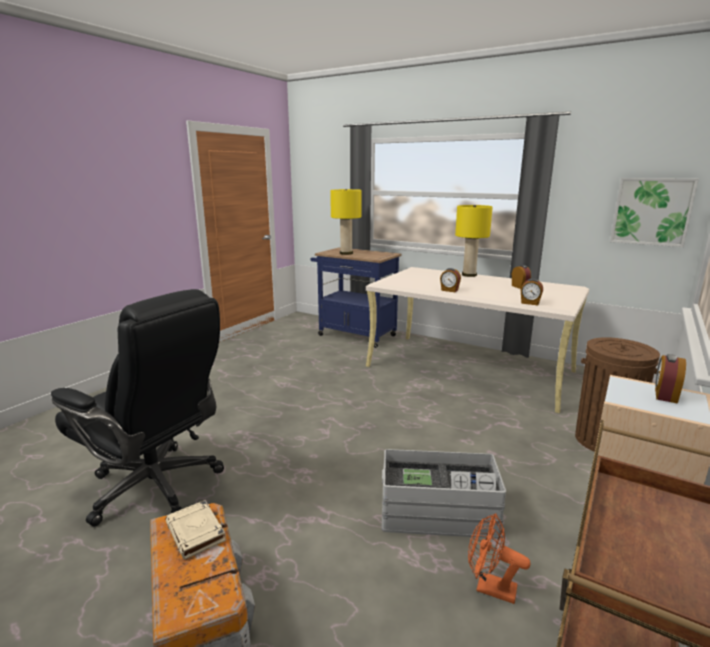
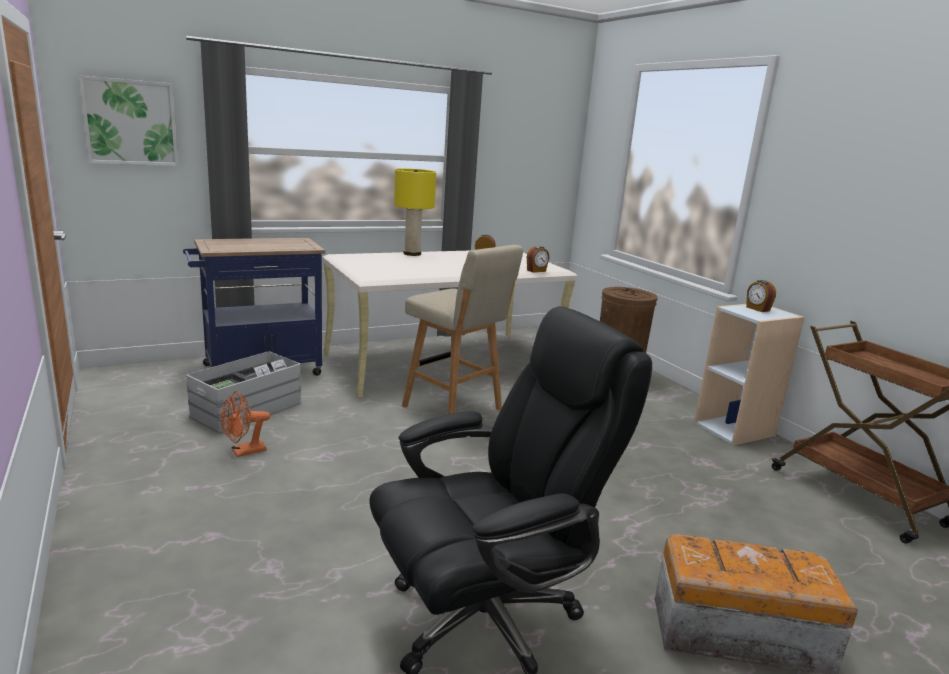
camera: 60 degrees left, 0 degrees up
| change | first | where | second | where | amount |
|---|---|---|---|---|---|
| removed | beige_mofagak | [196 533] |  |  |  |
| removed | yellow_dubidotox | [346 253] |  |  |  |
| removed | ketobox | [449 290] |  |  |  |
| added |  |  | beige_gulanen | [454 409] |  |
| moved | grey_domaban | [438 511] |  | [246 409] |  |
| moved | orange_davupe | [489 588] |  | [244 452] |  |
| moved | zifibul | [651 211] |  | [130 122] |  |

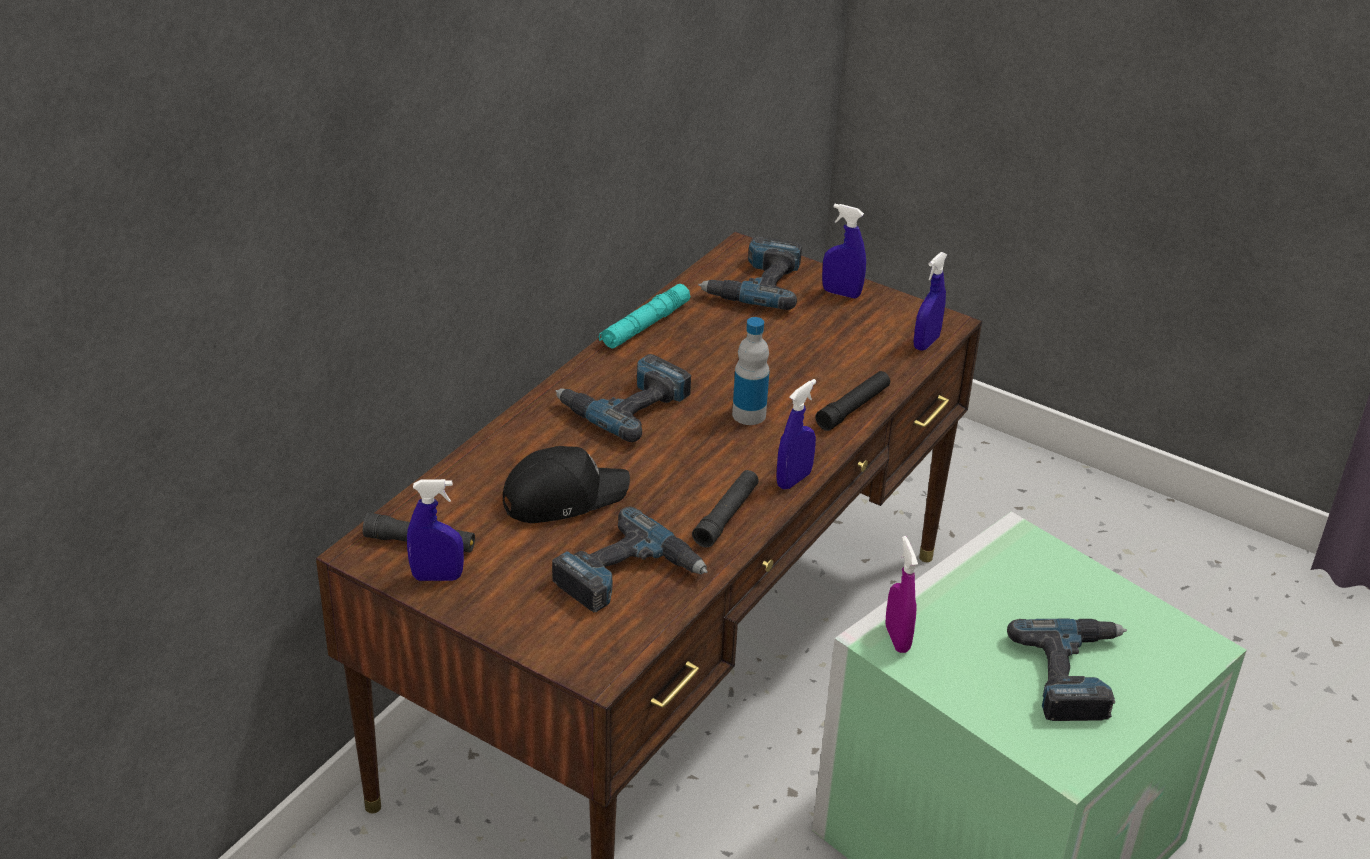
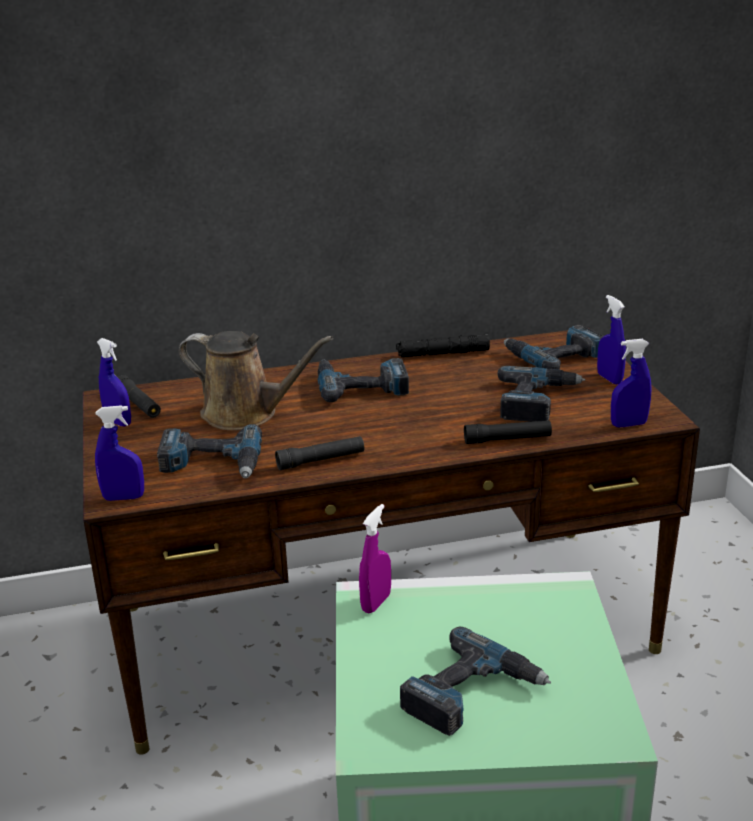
camera: 45 degrees right, 10 degrees down
| change | first | where | second | where | amount |
|---|---|---|---|---|---|
| removed | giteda | [749 414] |  |  |  |
| added |  |  | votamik | [537 401] |  |
| moved | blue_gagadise | [794 480] |  | [124 498] |  |
| replaced | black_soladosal | [563 497] | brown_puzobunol | [246 414] |  |
| recoloured | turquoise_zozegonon | [645 325] | black_zozegonon | [442 353] |  |

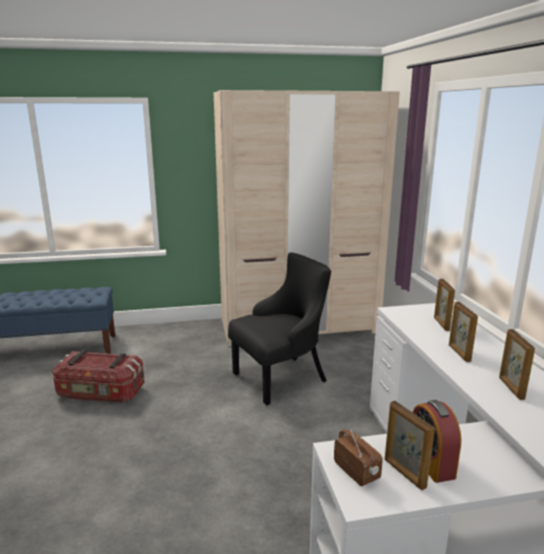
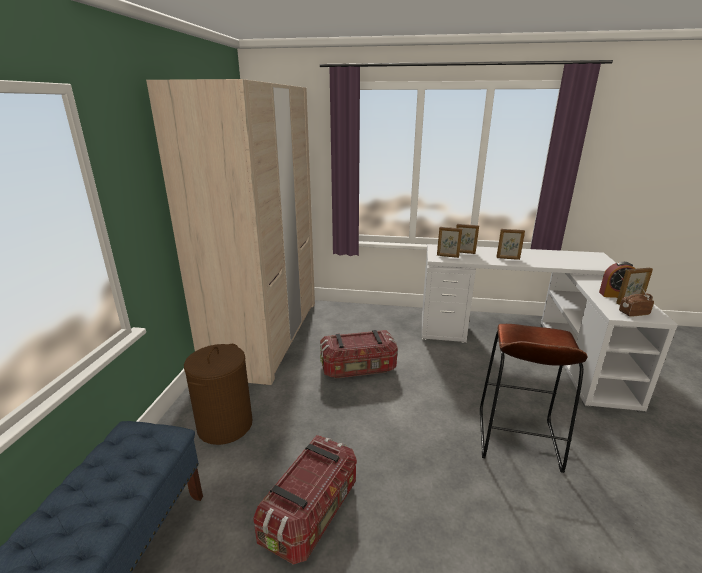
camera: 70 degrees left, 5 degrees up
| change | first | where | second | where | amount |
|---|---|---|---|---|---|
| added |  |  | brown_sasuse | [225 425] |  |
| added |  |  | brown_gulanen | [517 438] |  |
| moved | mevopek | [511 388] |  | [447 256] |  |
| replaced | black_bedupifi | [279 379] | domaban | [358 368] |  |

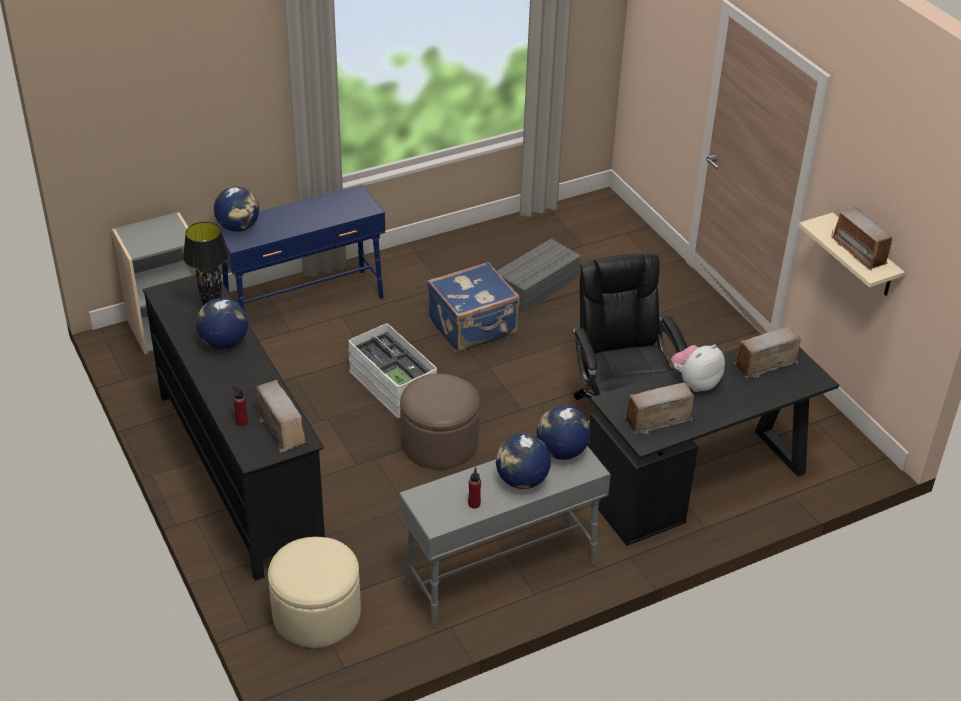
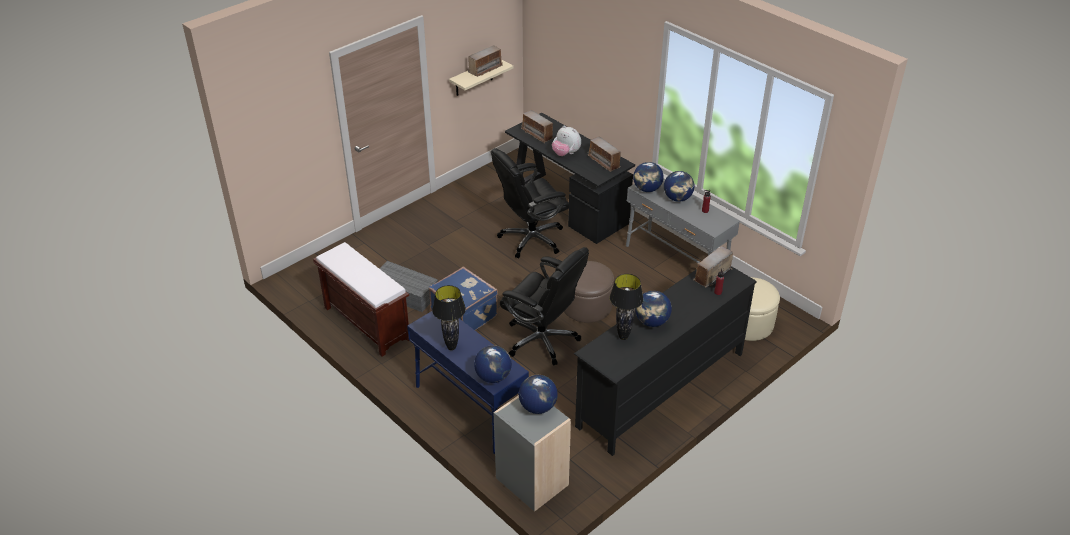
camera: 105 degrees left, 0 degrees up
| change | first | where | second | where | amount |
|---|---|---|---|---|---|
| added |  |  | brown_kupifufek | [366 323] |  |
| added |  |  | black_dubidotox | [452 347] |  |
| added |  |  | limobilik | [537 407] |  |
| replaced | white_domaban | [391 385] | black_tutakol | [542 339] |  |

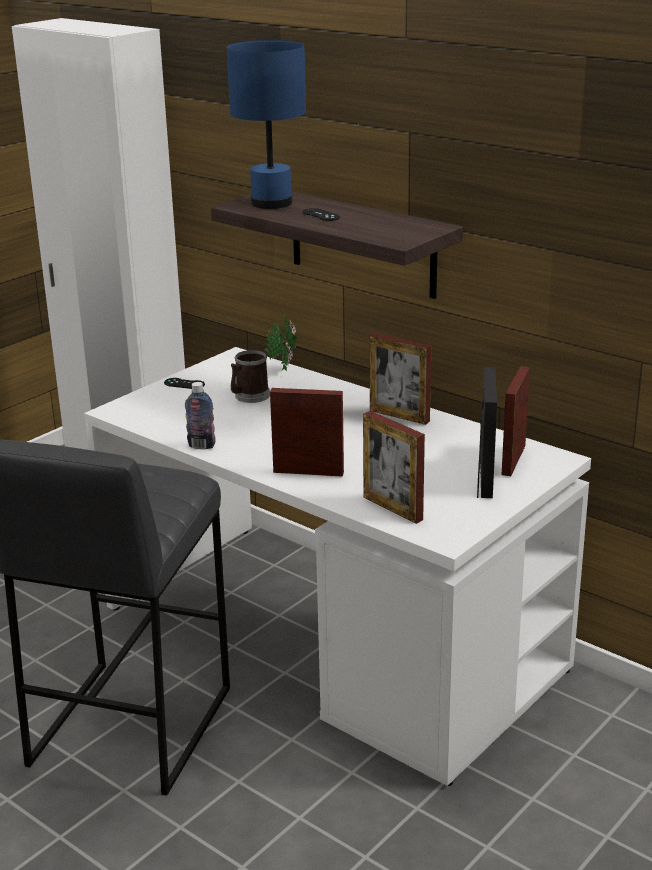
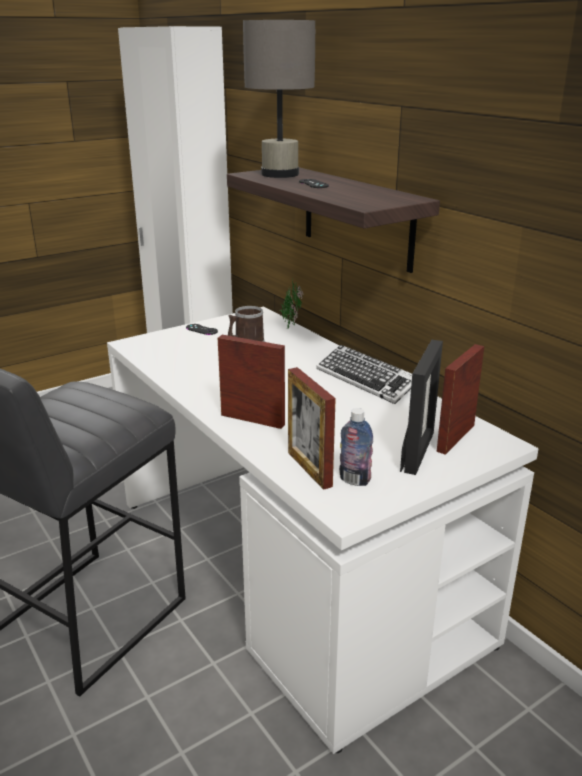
camera: 15 degrees right, 0 degrees up
| change | first | where | second | where | amount |
|---|---|---|---|---|---|
| moved | giteda | [201 446] |  | [354 480] |  |
| replaced | mevopek | [399 416] | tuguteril | [366 380] |  |
| recoloured | blue_dubidotox | [270 203] | grey_dubidotox | [279 174] |  |

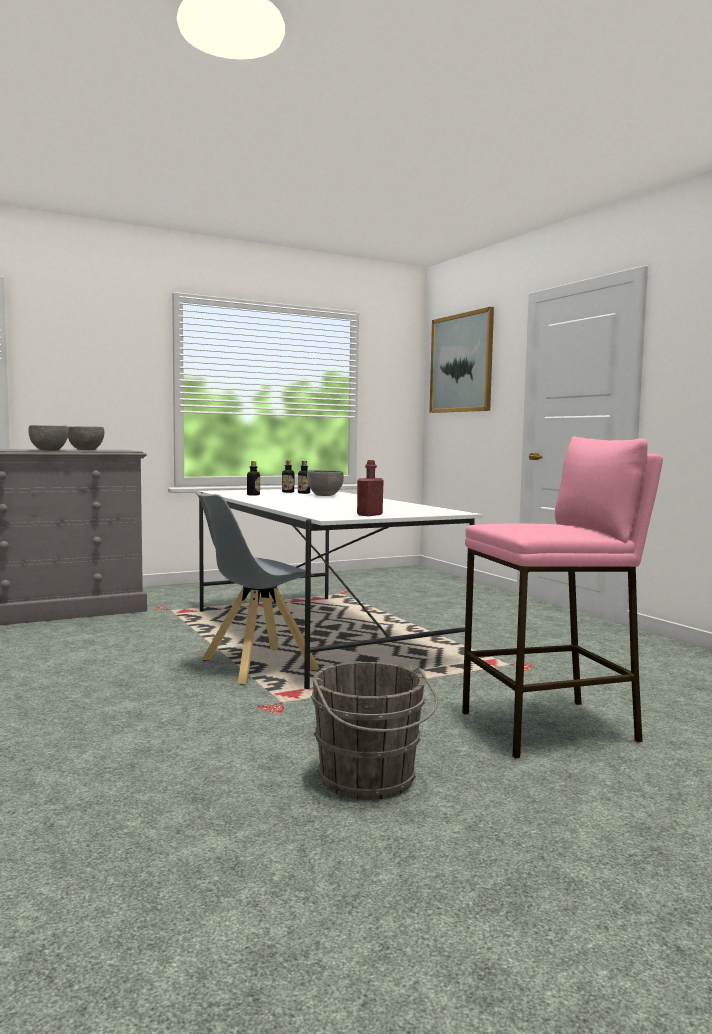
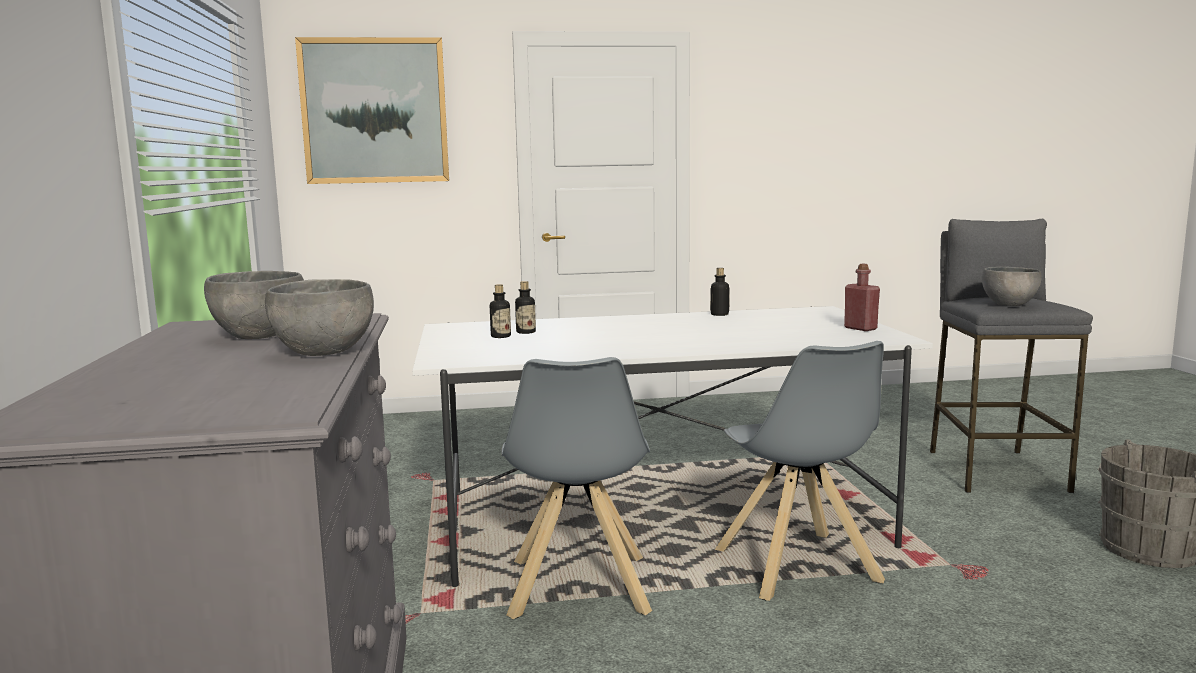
camera: 70 degrees left, 5 degrees up
| change | first | where | second | where | amount |
|---|---|---|---|---|---|
| added |  |  | grey_bedupifi | [578 588] |  |
| moved | giteda | [253 495] |  | [719 314] |  |
| moved | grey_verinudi | [324 495] |  | [1010 304] |  |
| recoloured | pink_gulanen | [550 728] | grey_gulanen | [996 470] |  |

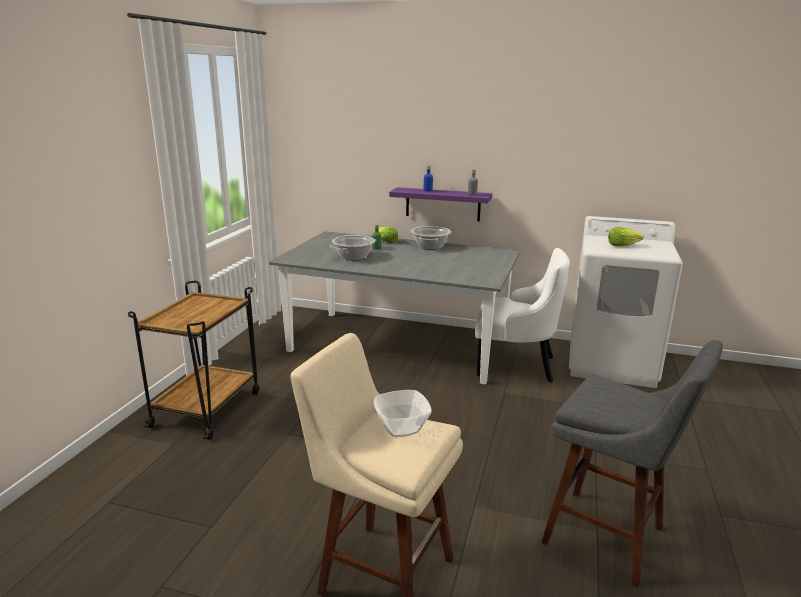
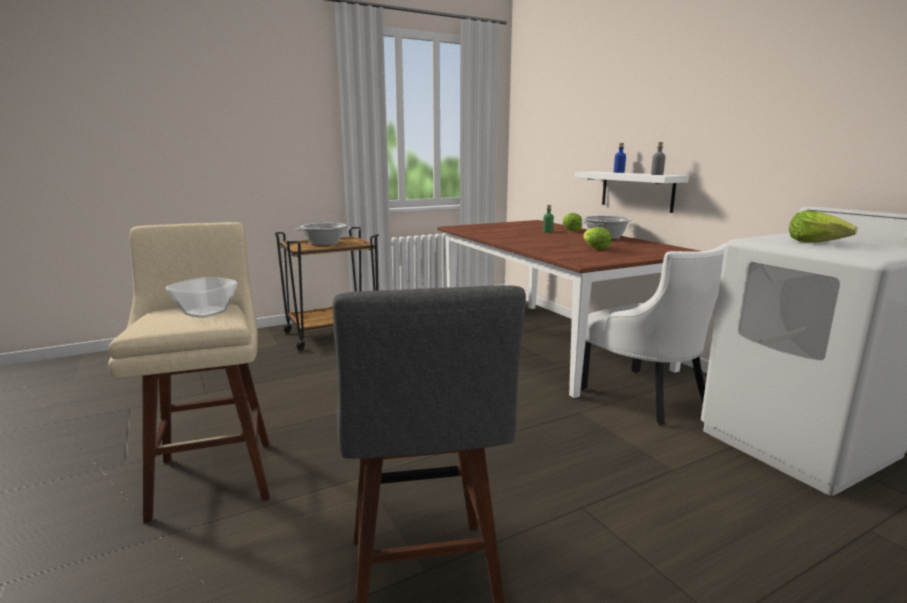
camera: 45 degrees right, 5 degrees down
| change | first | where | second | where | amount |
|---|---|---|---|---|---|
| added |  |  | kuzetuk | [594 248] |  |
| moved | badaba | [353 257] |  | [324 243] |  |
| recoloured | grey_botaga | [399 344] | brown_botaga | [549 342] |  |
| recoloured | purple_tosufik | [442 204] | white_tosufik | [637 191] |  |

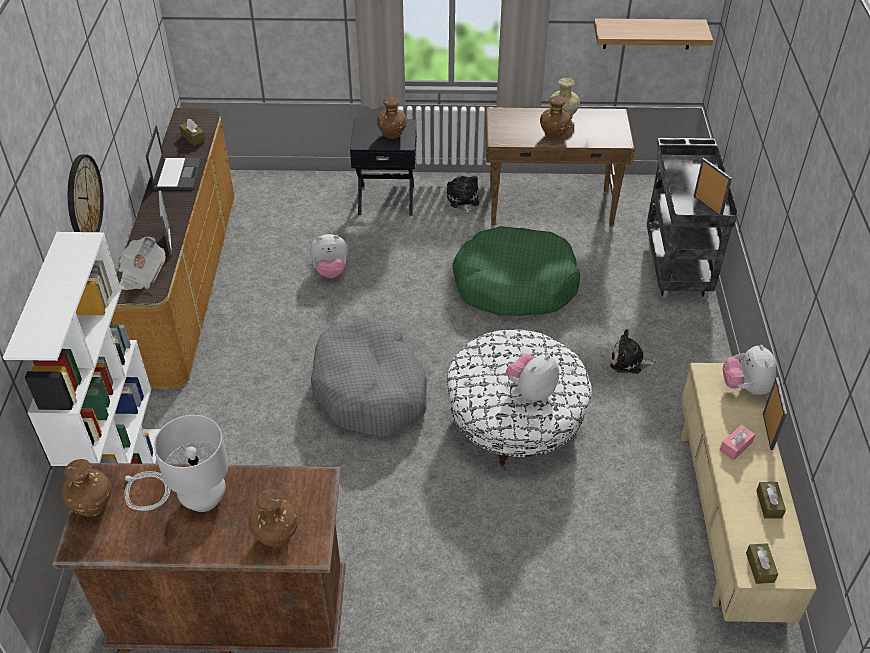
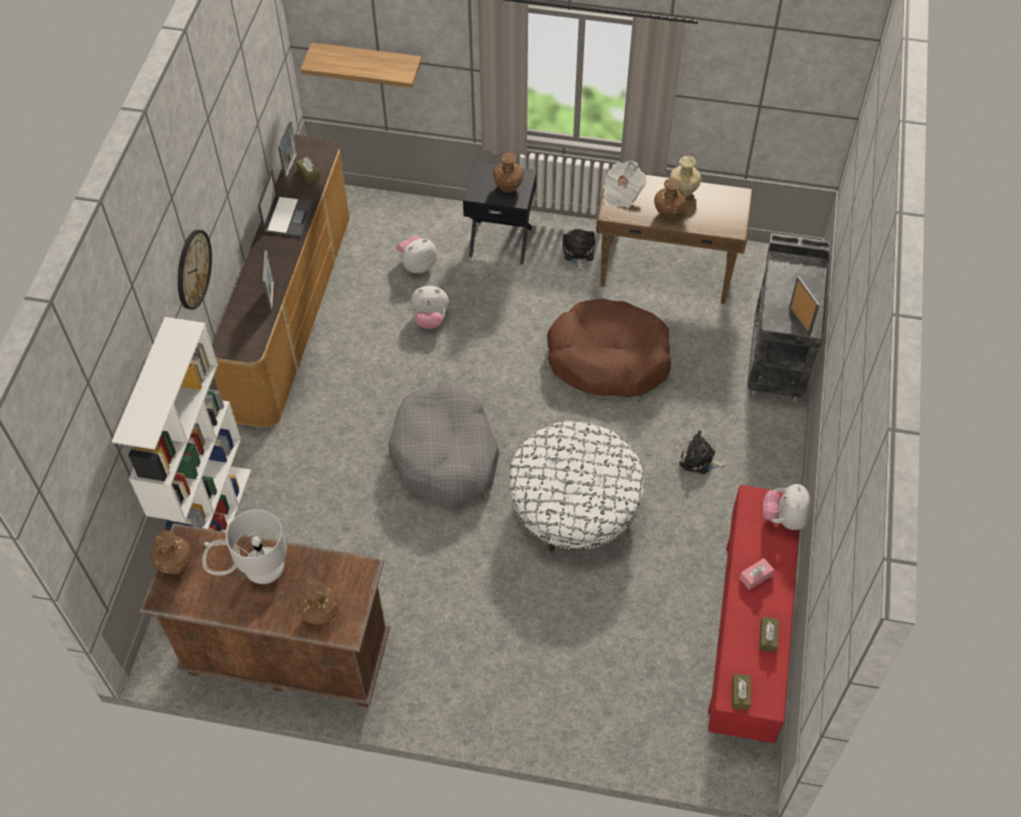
camera: 10 degrees right, 10 degrees up
| change | first | where | second | where | amount |
|---|---|---|---|---|---|
| moved | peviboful | [142 275] |  | [621 193] |  |
| moved | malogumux | [531 390] |  | [417 265] |  |
| moved | tosufik | [647 33] |  | [367 62] |  |
| moved | mevopek | [767 431] |  | [291 166] |  |
| recoloured | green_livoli | [514 284] | brown_livoli | [608 359] |  |
| recoloured | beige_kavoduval | [731 517] | red_kavoduval | [750 633] |  |

